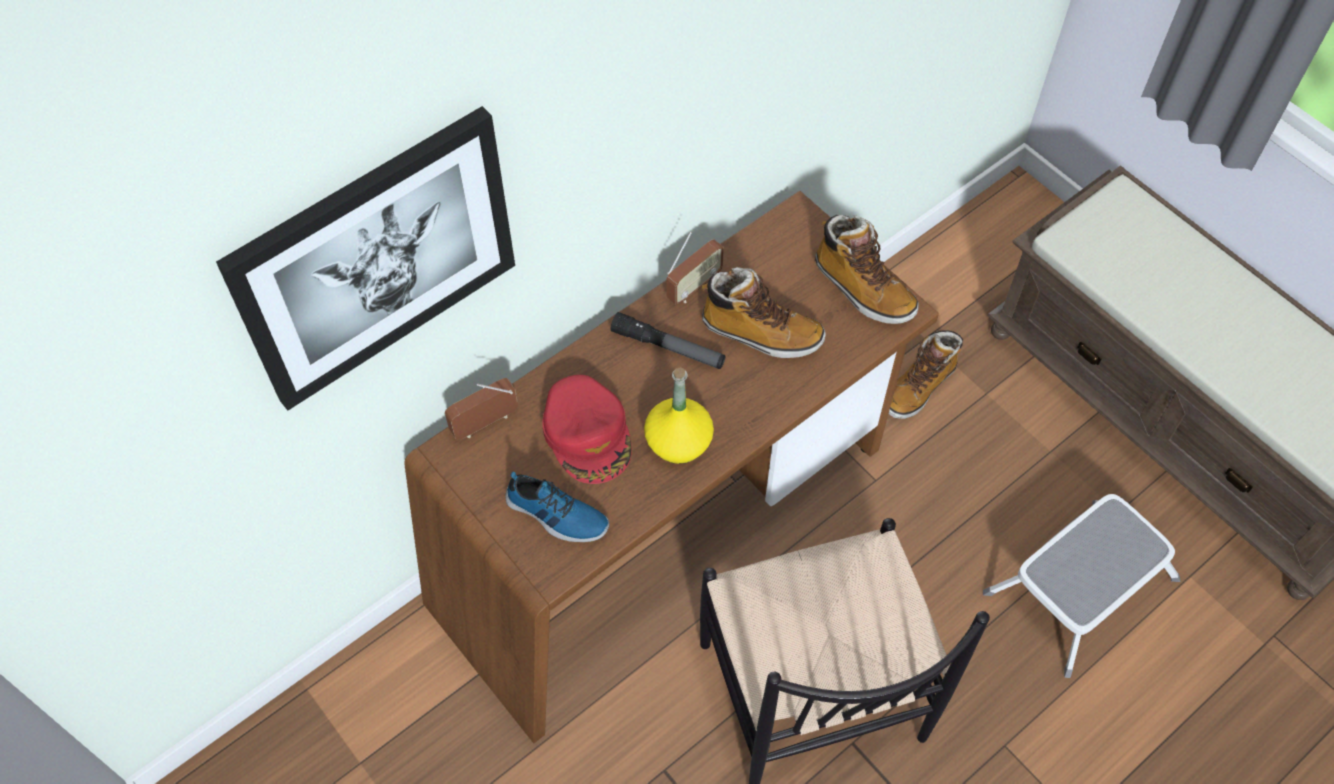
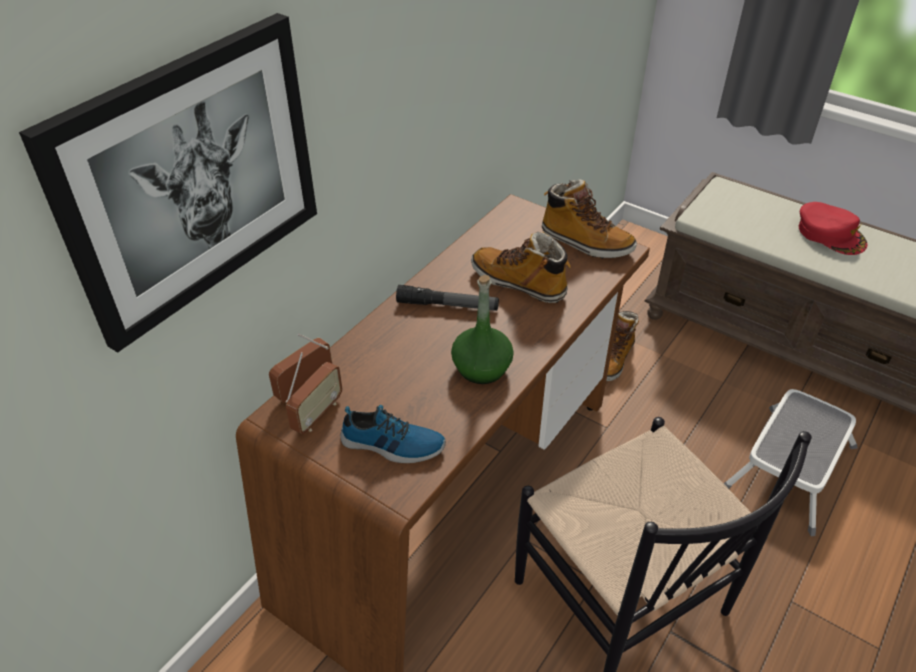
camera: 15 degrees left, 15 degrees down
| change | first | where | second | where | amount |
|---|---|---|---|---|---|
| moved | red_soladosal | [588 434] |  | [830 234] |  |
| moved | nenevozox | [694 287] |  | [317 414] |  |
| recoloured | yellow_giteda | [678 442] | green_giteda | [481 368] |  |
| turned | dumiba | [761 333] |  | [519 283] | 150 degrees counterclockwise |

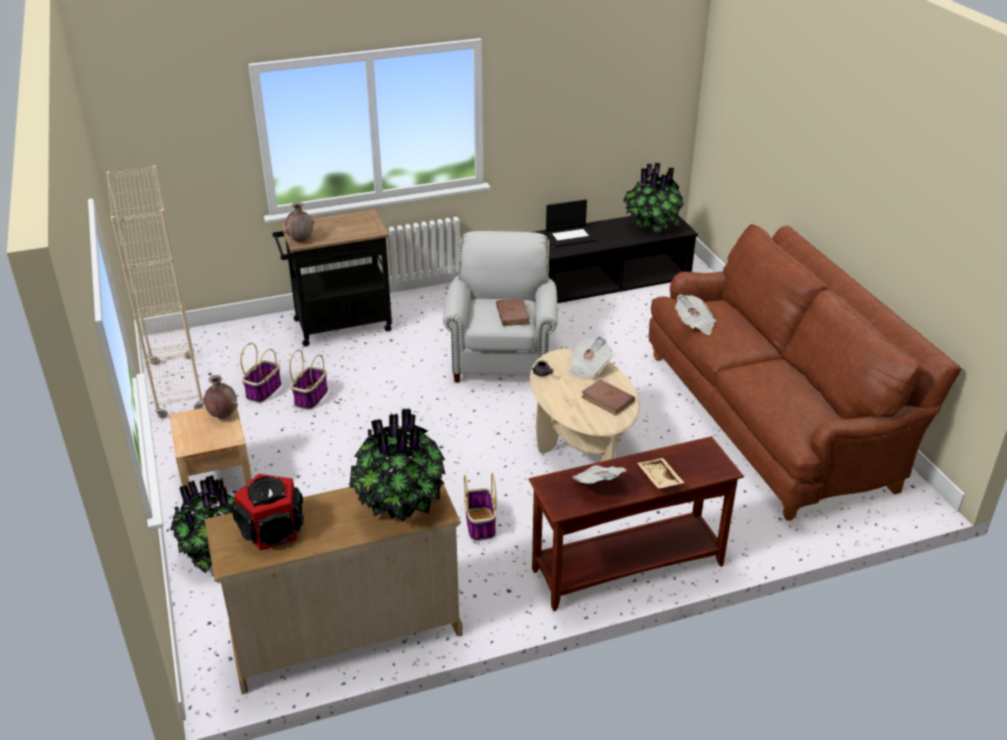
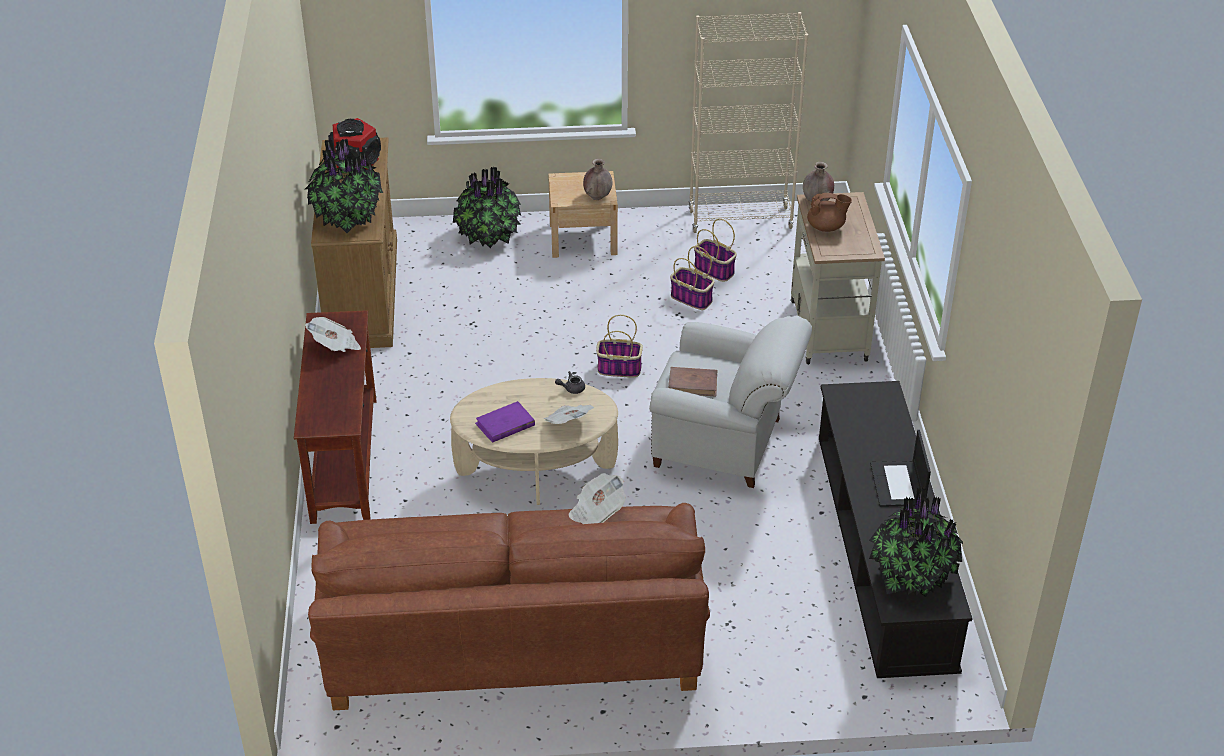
camera: 105 degrees right, 5 degrees up
| change | first | where | second | where | amount |
|---|---|---|---|---|---|
| removed | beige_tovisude | [658 478] |  |  |  |
| added |  |  | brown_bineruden | [826 227] |  |
| moved | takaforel | [480 525] |  | [618 369] |  |
| recoloured | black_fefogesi | [339 326] | beige_fefogesi | [827 328] |  |
| recoloured | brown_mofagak | [608 399] | purple_mofagak | [505 425] |  |

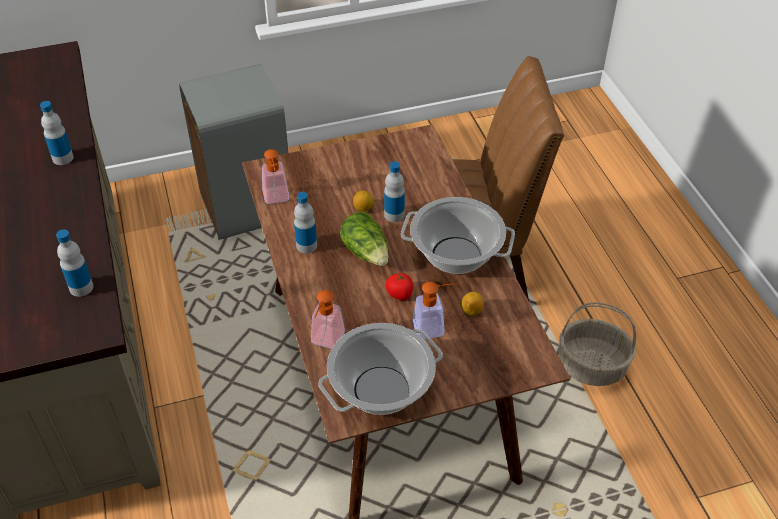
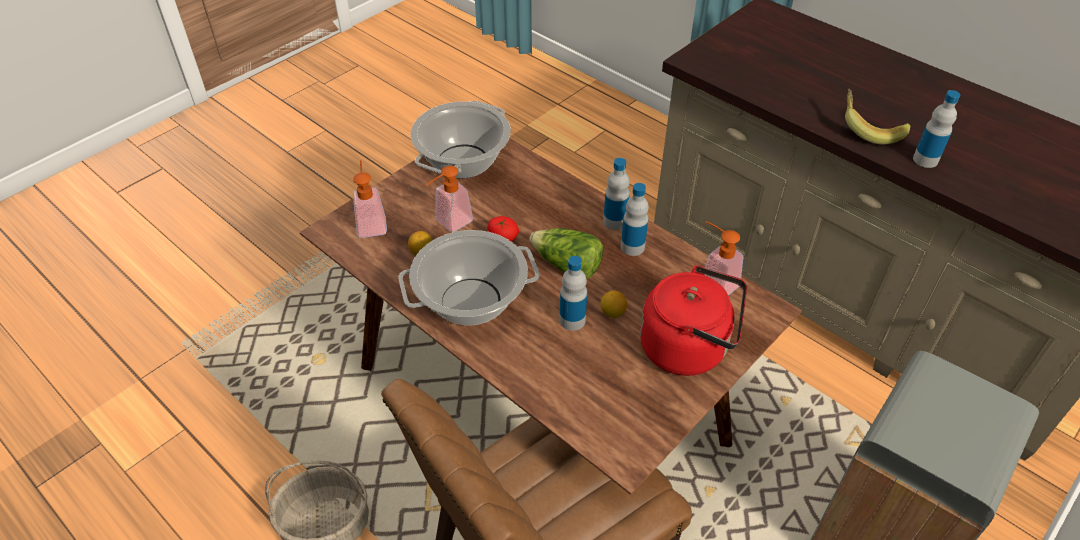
camera: 150 degrees right, 0 degrees up
| change | first | where | second | where | amount |
|---|---|---|---|---|---|
| added |  |  | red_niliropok | [689 348] |  |
| added |  |  | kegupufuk | [869 129] |  |
| moved | giteda | [81 287] |  | [614 221] |  |
| moved | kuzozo | [325 342] |  | [371 223] |  |

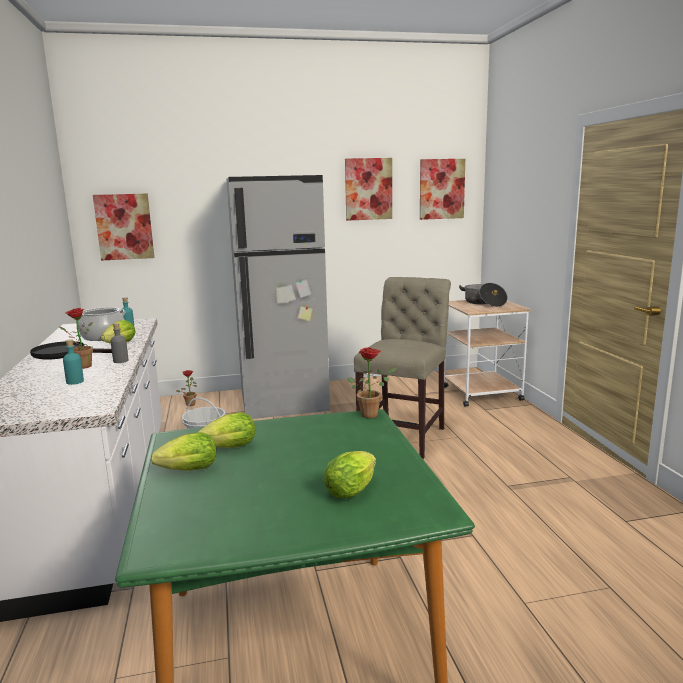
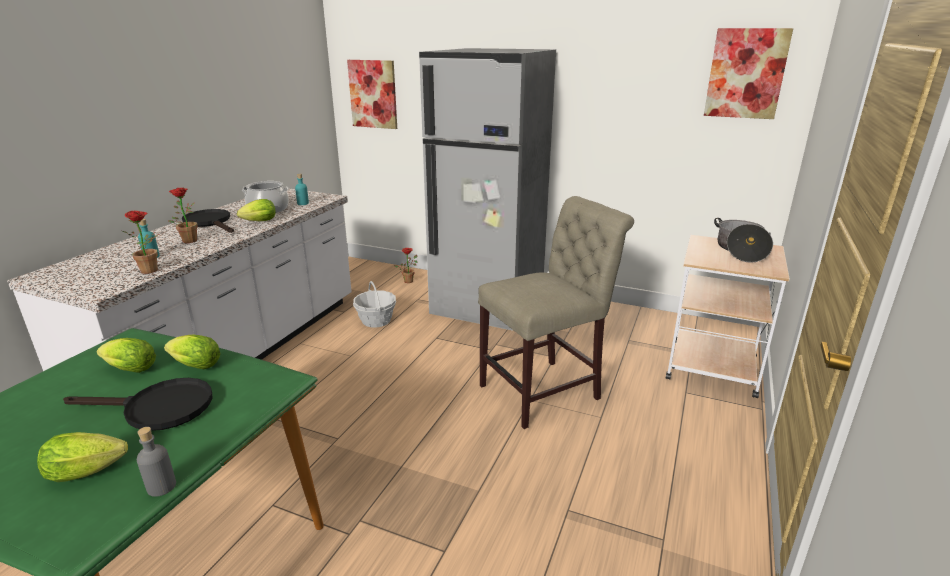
camera: 35 degrees right, 10 degrees up
| change | first | where | second | where | amount |
|---|---|---|---|---|---|
| removed | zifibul | [368 189] |  |  |  |
| added |  |  | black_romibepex | [158 408] |  |
| moved | grey_giteda | [120 361] |  | [161 487] |  |
| moved | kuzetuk | [185 471] |  | [193 365] |  |
| moved | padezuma | [372 414] |  | [153 270] |  |

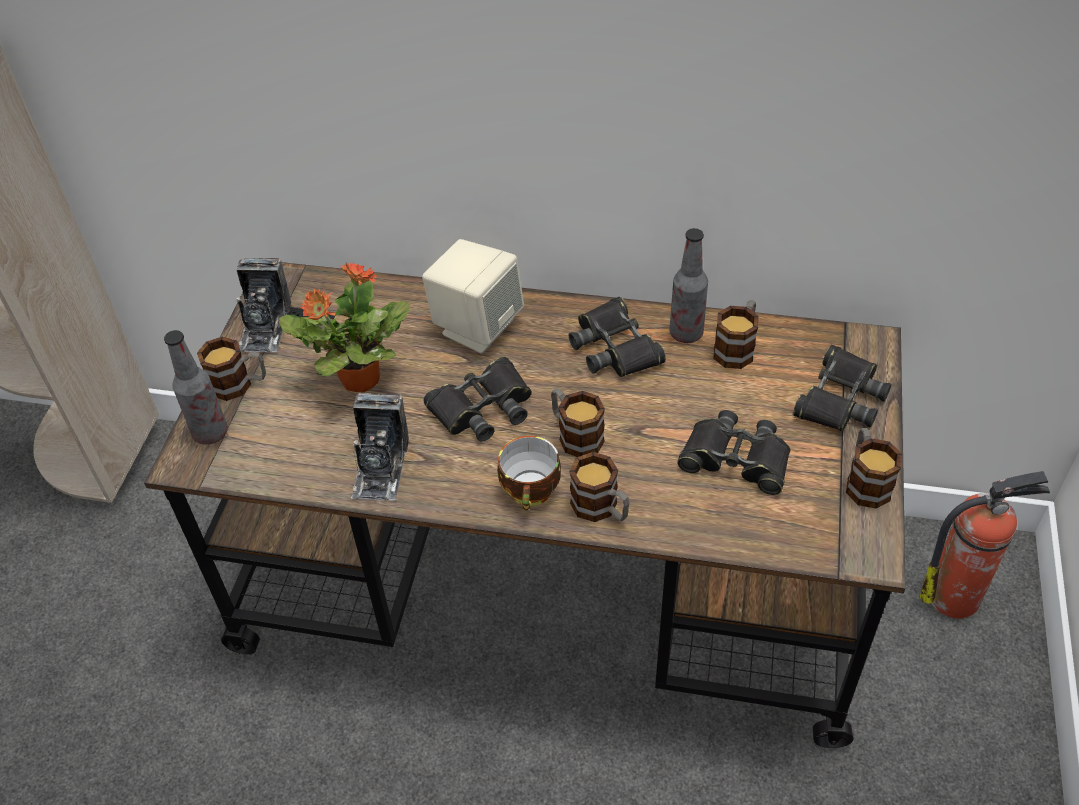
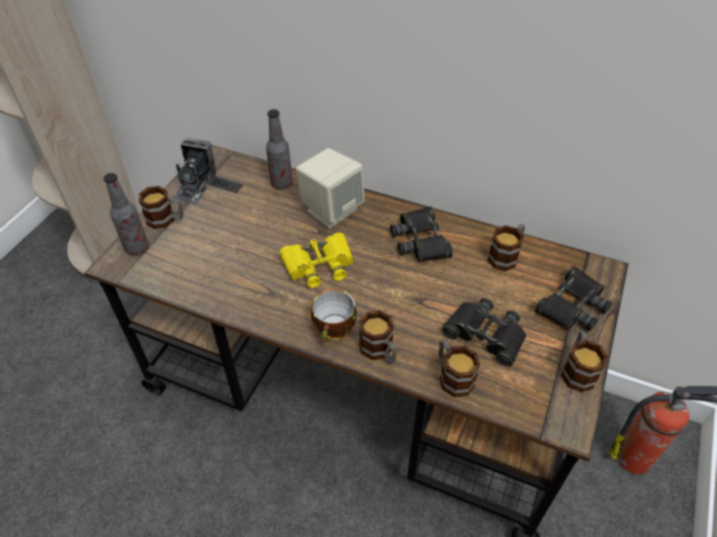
camera: 10 degrees right, 0 degrees up
| change | first | where | second | where | amount |
|---|---|---|---|---|---|
| removed | padezuma | [358 379] |  |  |  |
| removed | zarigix | [381 467] |  |  |  |
| moved | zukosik | [575 435] |  | [452 376] |  |
| moved | giteda | [686 333] |  | [281 183] |  |
| recoloured | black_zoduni | [483 407] | yellow_zoduni | [319 264] |  |

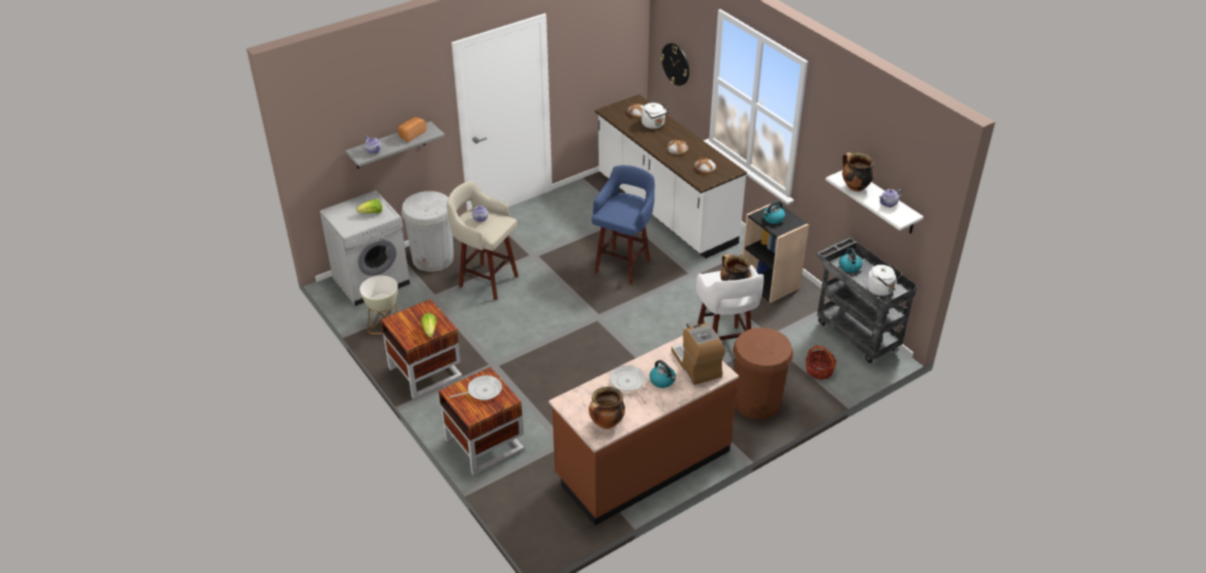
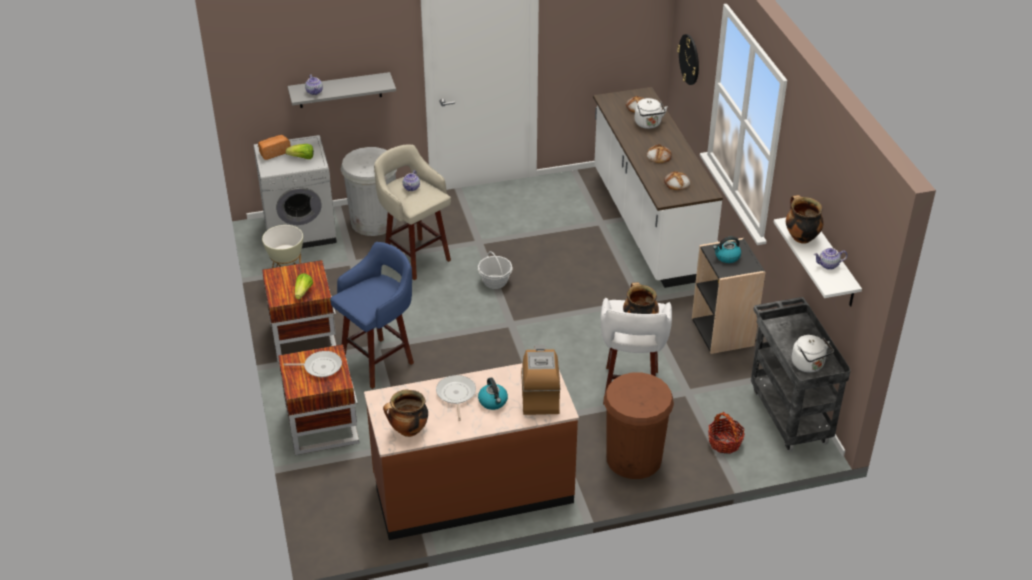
camera: 20 degrees right, 0 degrees up
| change | first | where | second | where | amount |
|---|---|---|---|---|---|
| removed | niliropok | [849 266] |  |  |  |
| added |  |  | takaforel | [495 281] |  |
| moved | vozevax | [411 134] |  | [274 152] |  |
| moved | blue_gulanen | [623 265] |  | [379 362] |  |

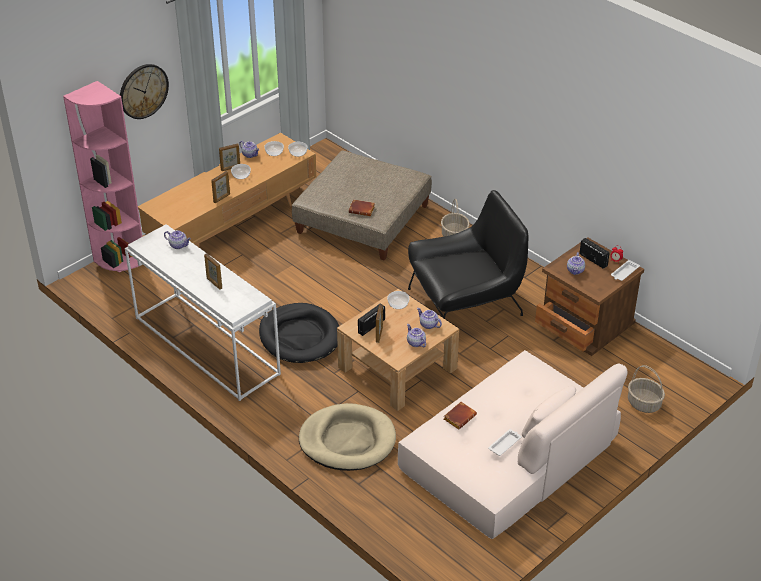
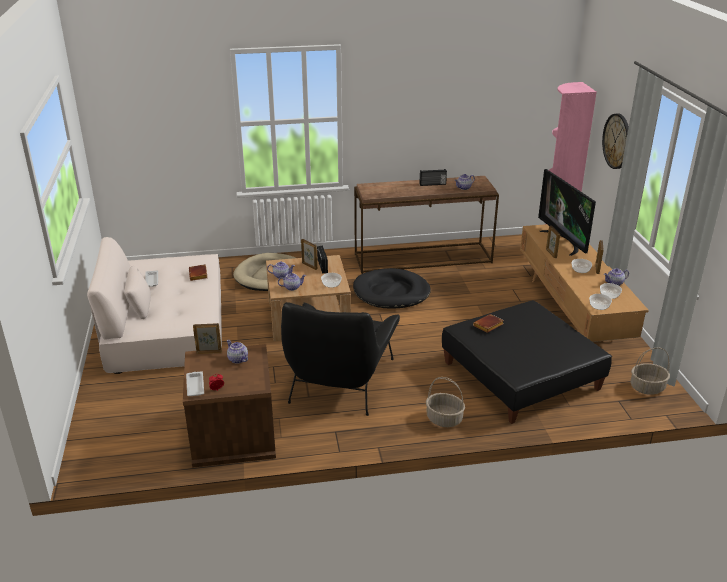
camera: 125 degrees right, 10 degrees down
| change | first | where | second | where | amount |
|---|---|---|---|---|---|
| added |  |  | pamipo | [564 241] |  |
| moved | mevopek | [214 283] |  | [209 352] |  |
| moved | nenevozox | [593 259] |  | [432 184] |  |
| moved | takaforel | [644 403] |  | [647 387] |  |
| recoloured | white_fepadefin | [205 346] | brown_fepadefin | [423 258] |  |
| recoloured | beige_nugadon | [362 219] | black_nugadon | [521 375] |  |

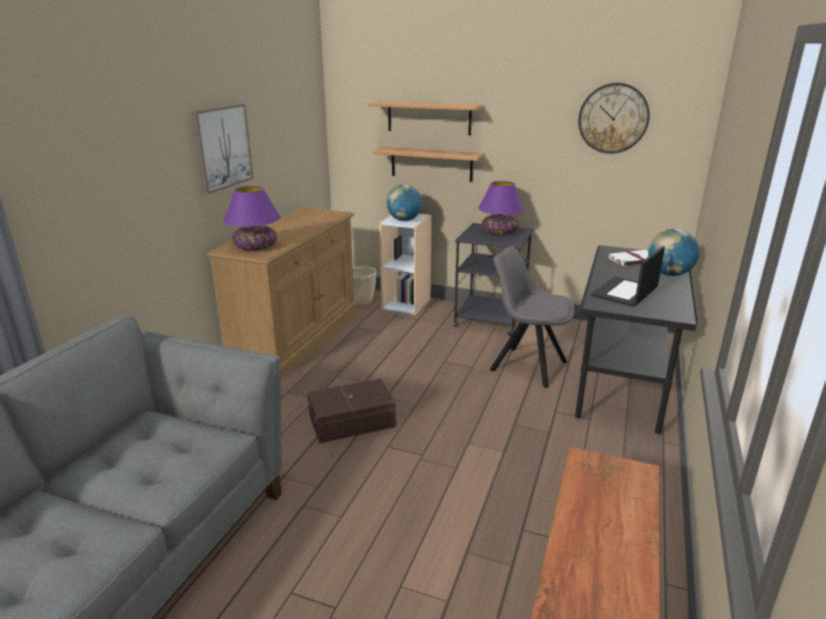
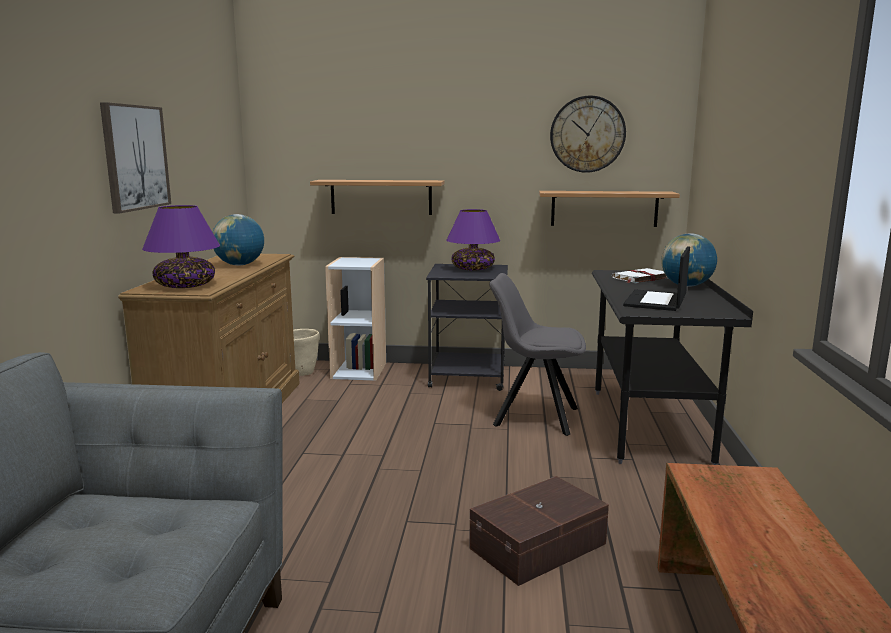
camera: 15 degrees left, 10 degrees down
| change | first | where | second | where | amount |
|---|---|---|---|---|---|
| moved | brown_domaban | [353 421] |  | [540 546] |  |
| moved | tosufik | [429 117] |  | [604 208] |  |
| moved | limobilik | [404 220] |  | [239 265] |  |

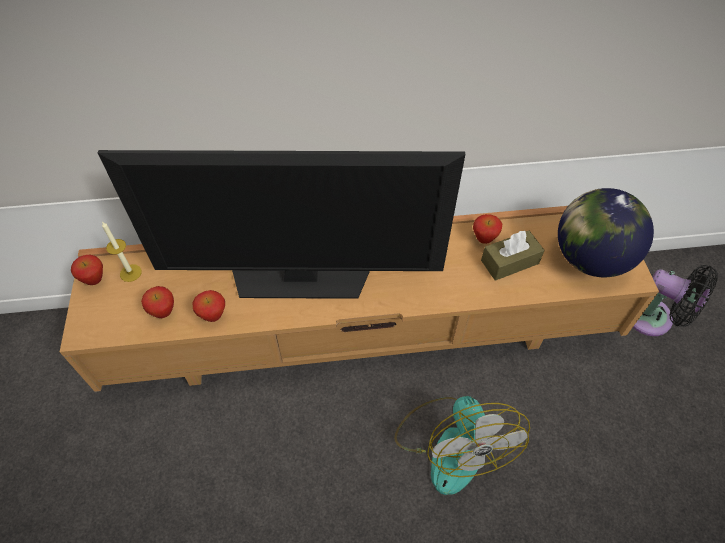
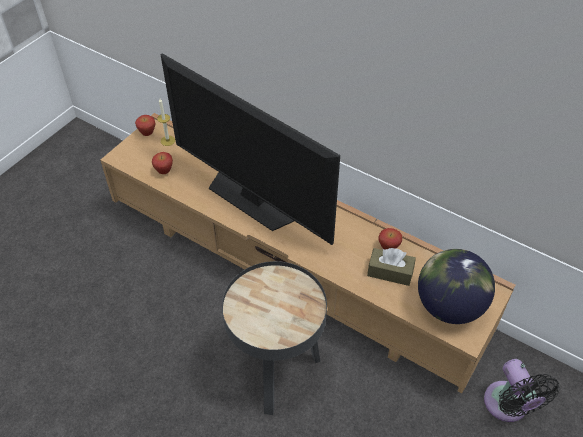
camera: 40 degrees right, 5 degrees down
| change | first | where | second | where | amount |
|---|---|---|---|---|---|
| removed | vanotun | [213 316] |  |  |  |
| replaced | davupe | [451 444] | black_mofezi | [277 372] |  |

